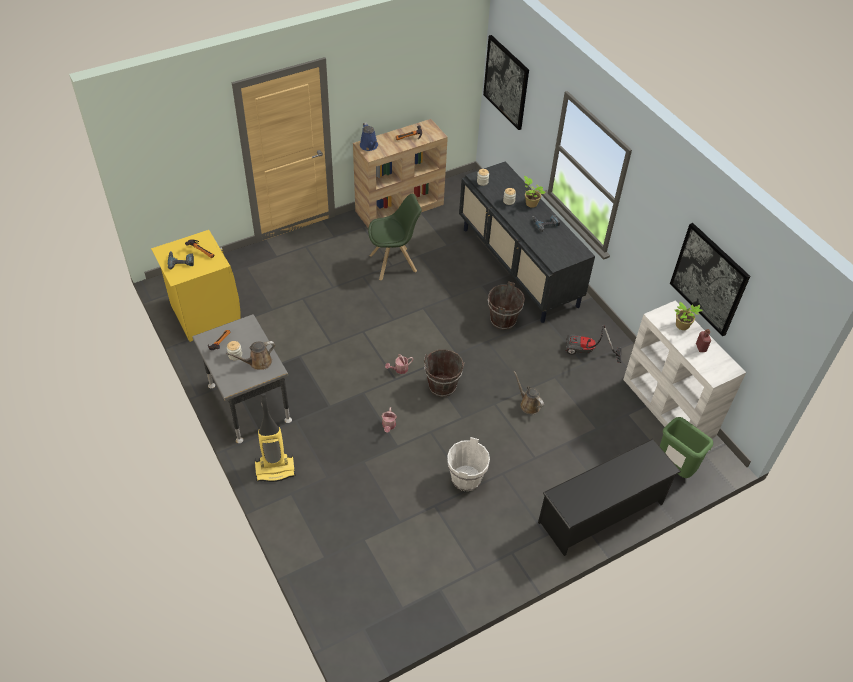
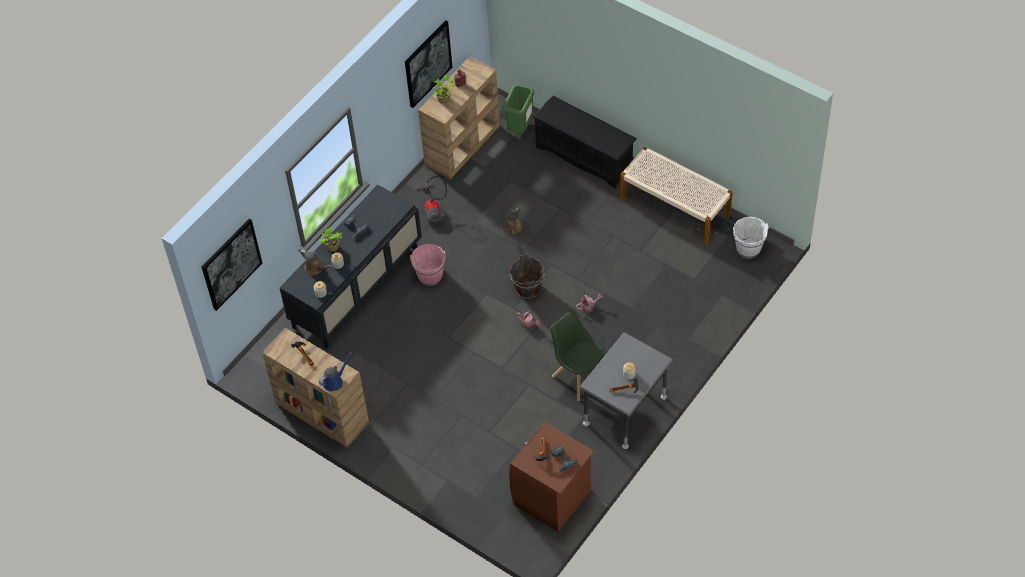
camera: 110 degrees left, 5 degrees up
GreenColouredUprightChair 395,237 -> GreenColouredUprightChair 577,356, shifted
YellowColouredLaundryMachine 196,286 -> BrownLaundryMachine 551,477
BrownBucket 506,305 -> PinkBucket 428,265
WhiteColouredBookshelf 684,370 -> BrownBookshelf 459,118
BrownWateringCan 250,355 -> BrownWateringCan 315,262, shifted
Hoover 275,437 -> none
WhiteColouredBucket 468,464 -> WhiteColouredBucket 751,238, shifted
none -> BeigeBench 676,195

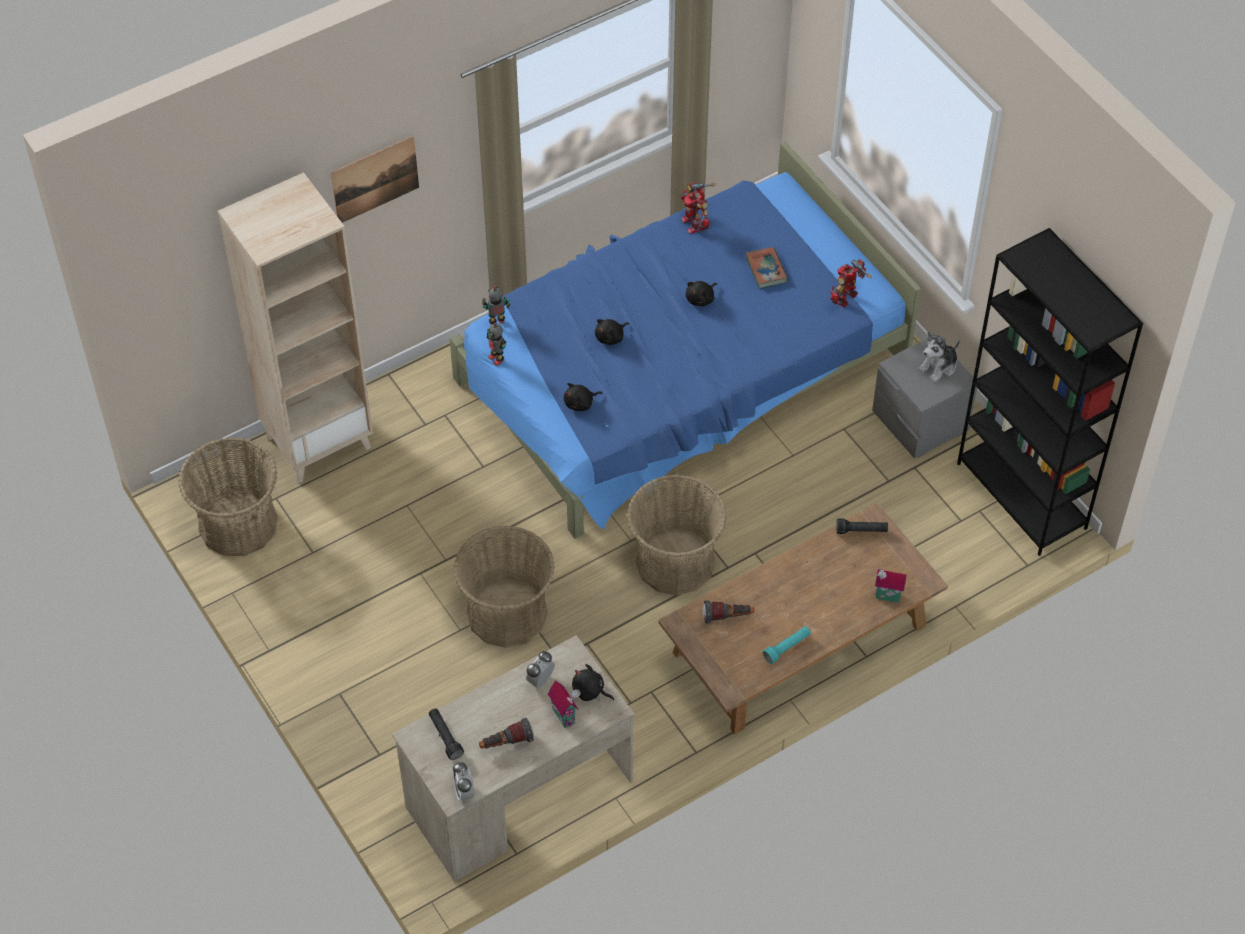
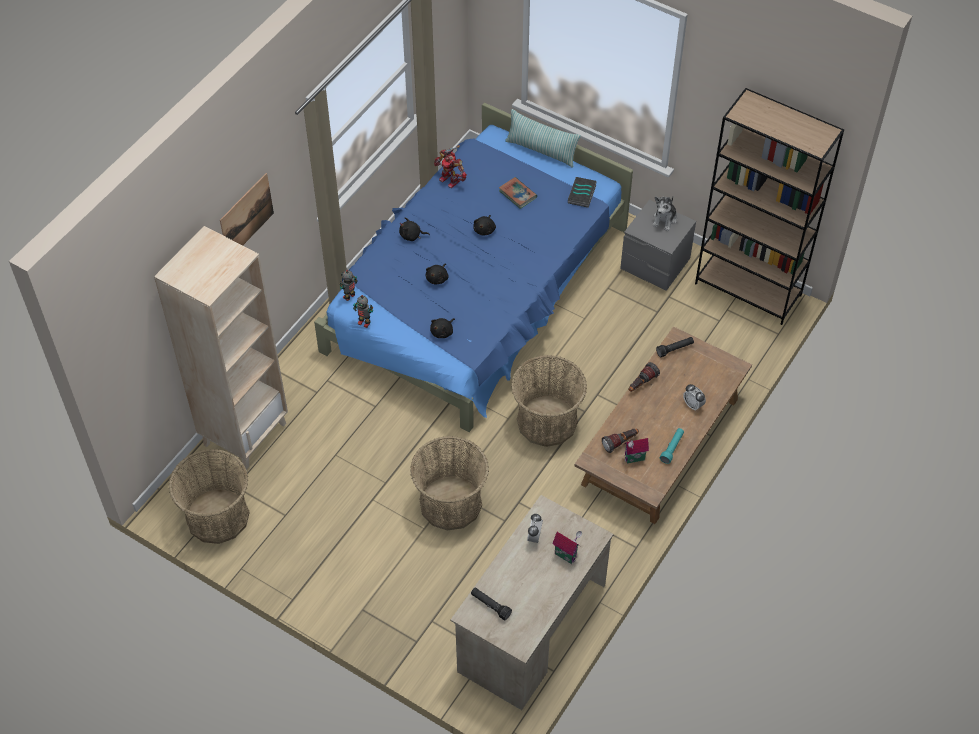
camera: 25 degrees left, 0 degrees up
BlackBookshelf 1050,392 -> BeigeBookshelf 769,206
ModelRobot 851,283 -> Book 582,192
ToyHouse 891,585 -> ToyHouse 636,450, shifted
BlackCuddlyToy 593,682 -> BlackCuddlyToy 414,229, shifted
Torch 506,733 -> Torch 644,377, shifted
TableClock 463,782 -> TableClock 694,397, shifted
none -> Pillow 543,138

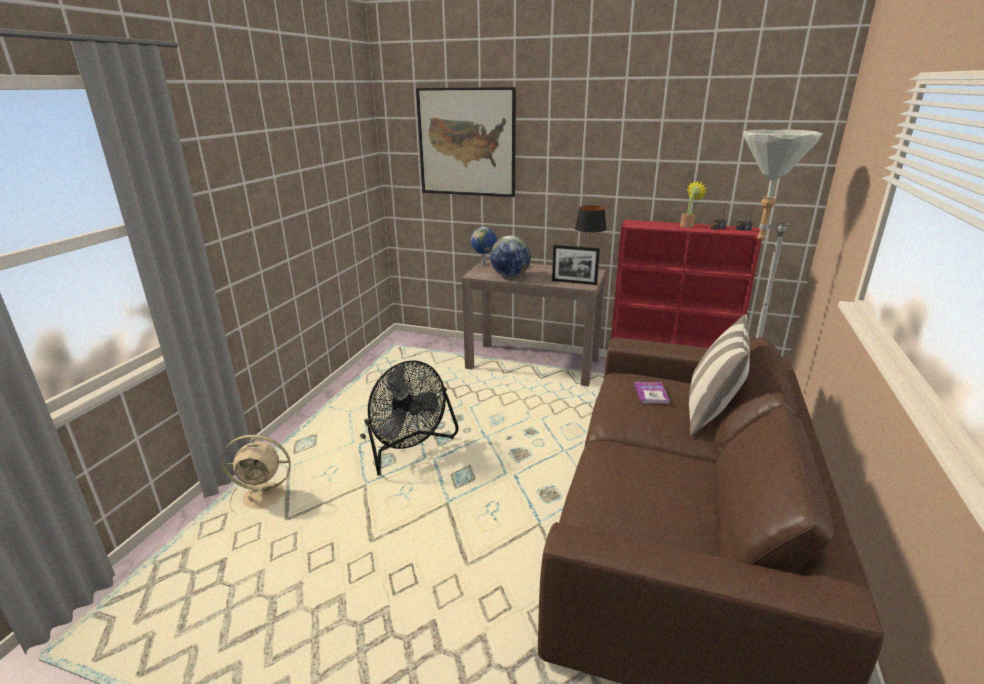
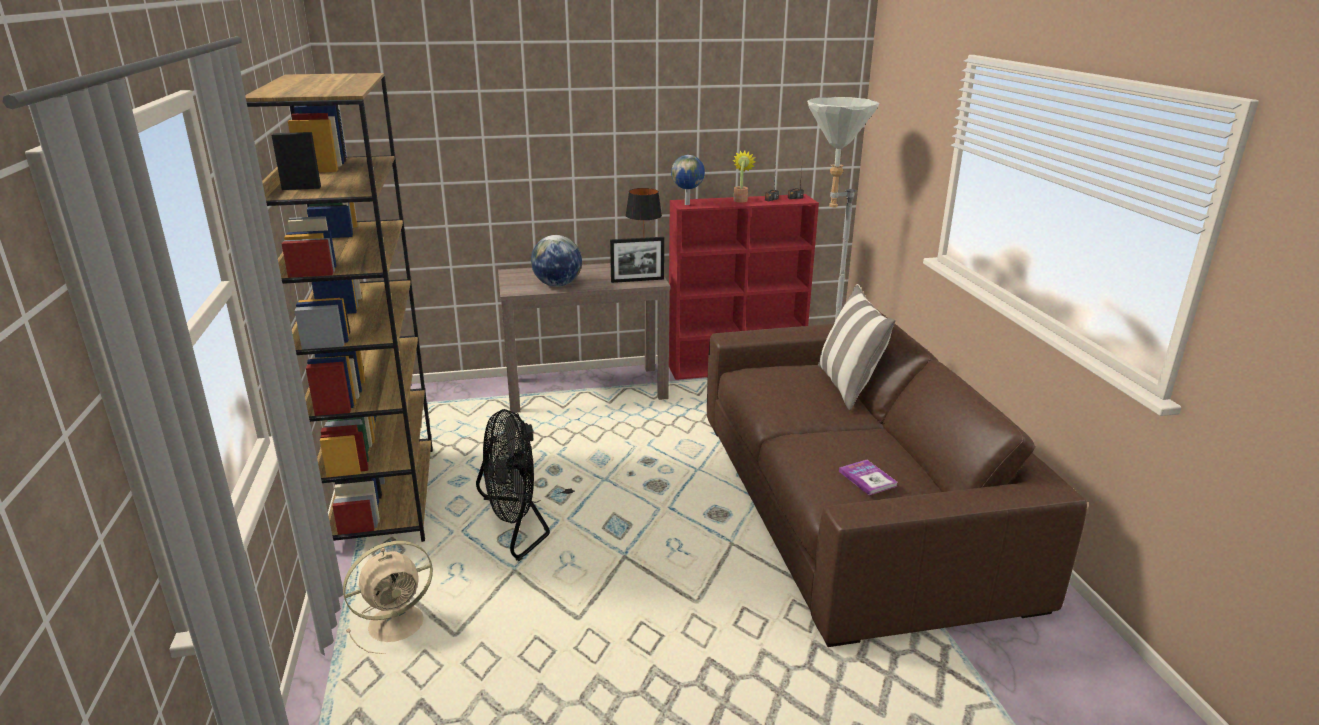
camera: 30 degrees left, 0 degrees up
Picture 466,142 -> none
WorldGlobe 484,246 -> WorldGlobe 688,180, shifted
BlackFan 409,418 -> BlackFan 525,485, 135 degrees clockwise
Book 652,393 -> Book 868,477, shifted
none -> BrownBookshelf 339,307

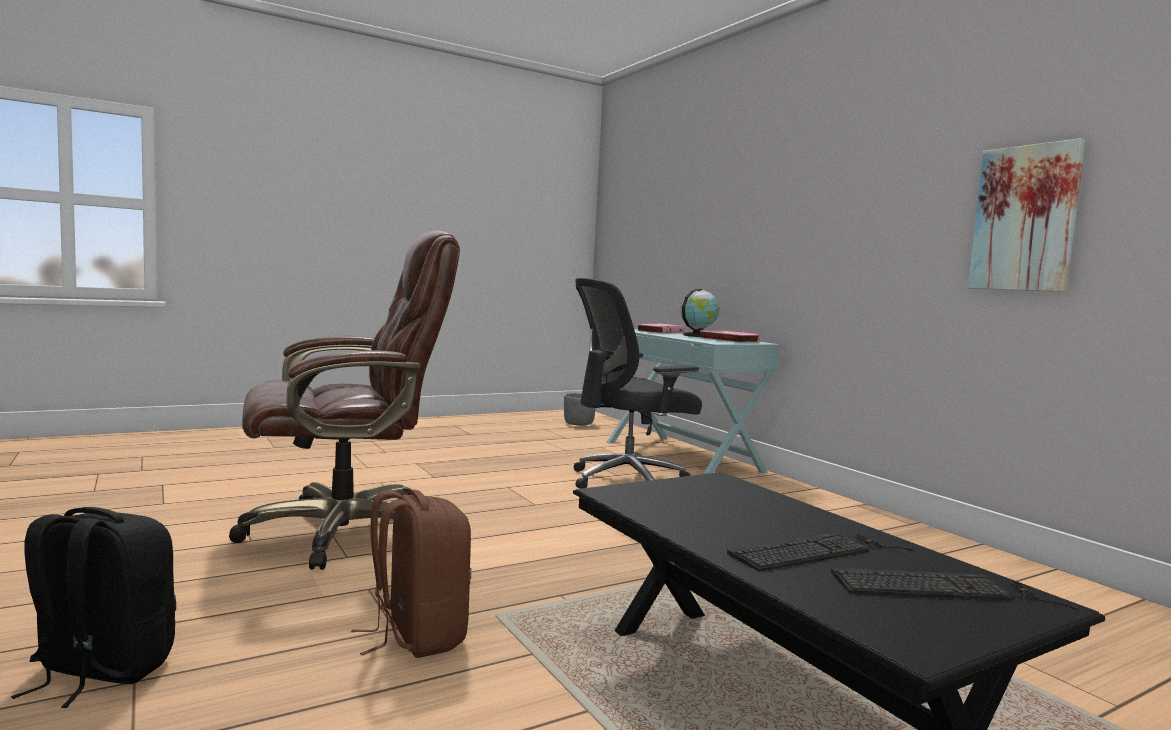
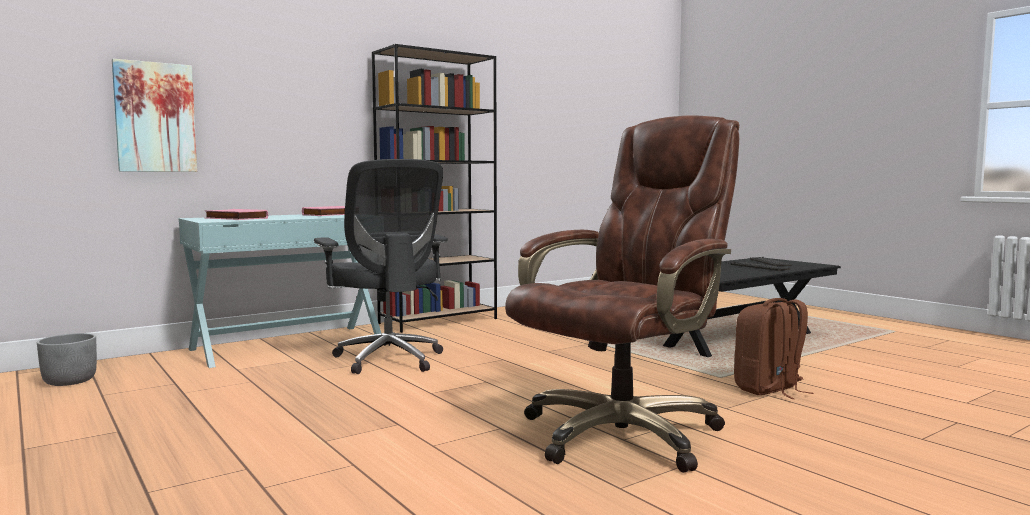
camera: 95 degrees left, 0 degrees up
Picture 1026,215 -> Picture 154,115, shifted
BrownDeskChair 344,400 -> BrownDeskChair 622,294, 75 degrees clockwise
WorldGlobe 699,313 -> none
BlackBackpack 93,607 -> none
none -> BeigeBookshelf 434,188

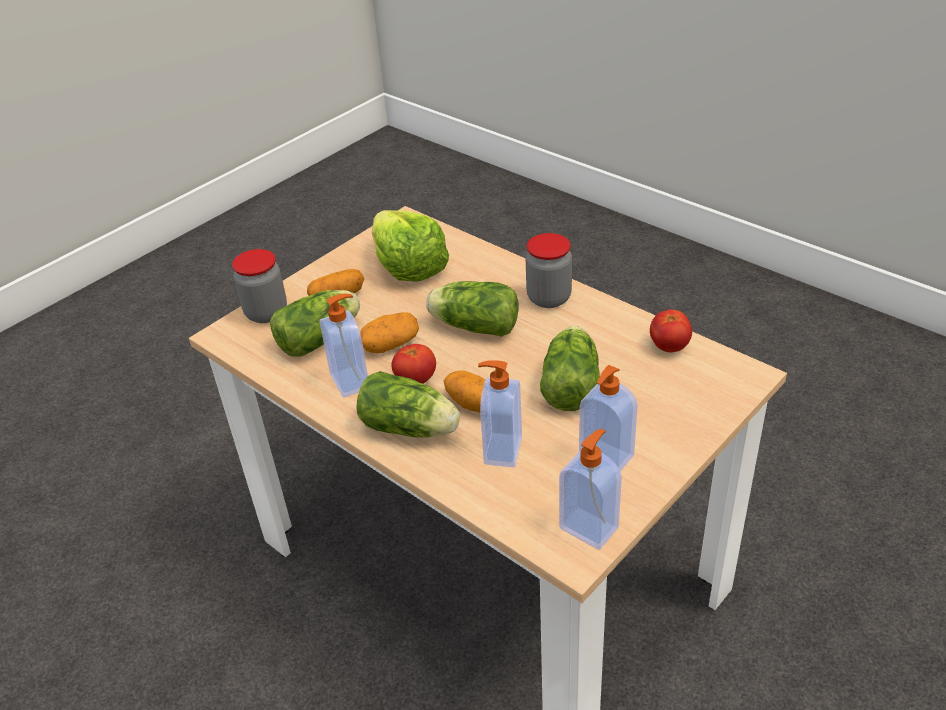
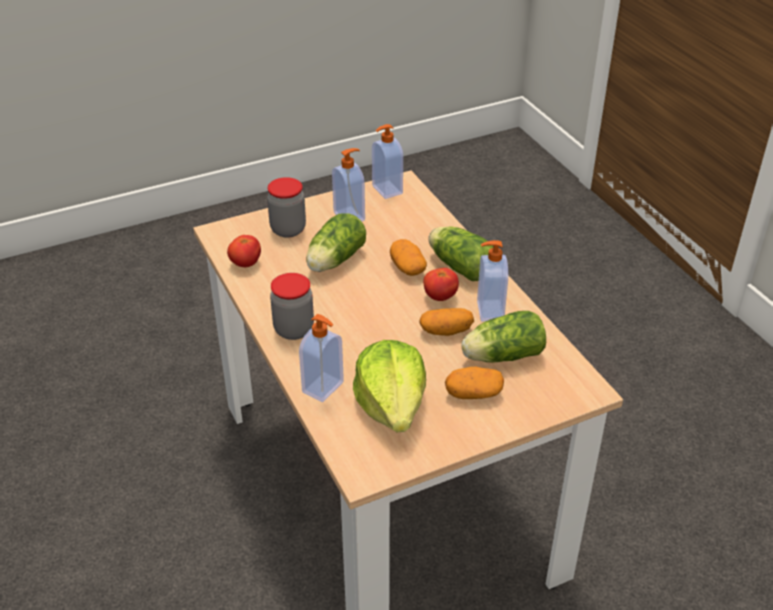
camera: 160 degrees left, 0 degrees up
Jar 259,286 -> Jar 286,207, shifted
Lettuce 472,309 -> none
SoapDispenser 500,413 -> SoapDispenser 321,358, shifted

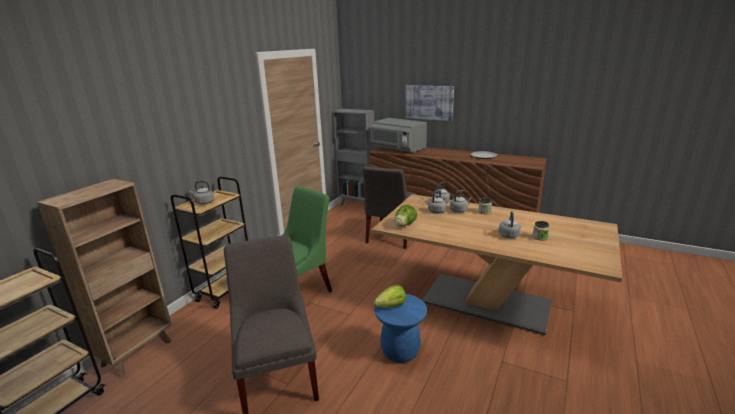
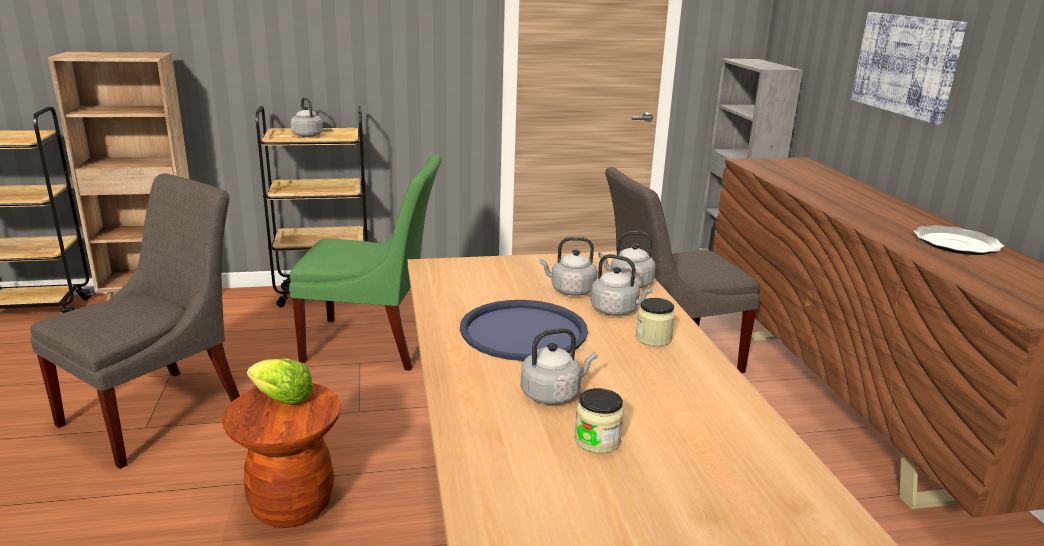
camera: 50 degrees right, 0 degrees up
GreyishMicrowaveOven 398,135 -> none
Lettuce 405,215 -> none
BluishSittingStool 400,328 -> BrownSittingStool 281,455
none -> BluishServingTray 524,330

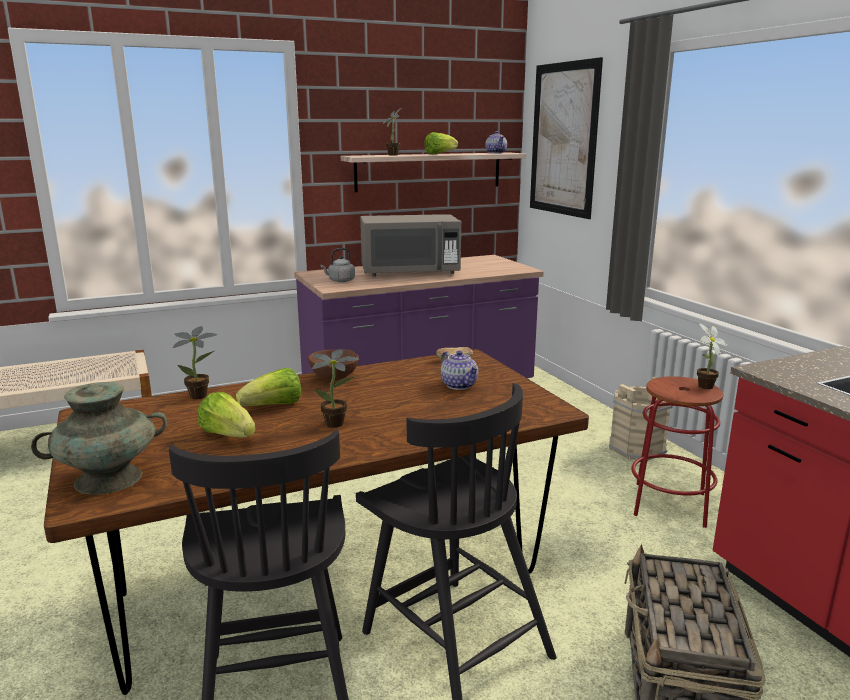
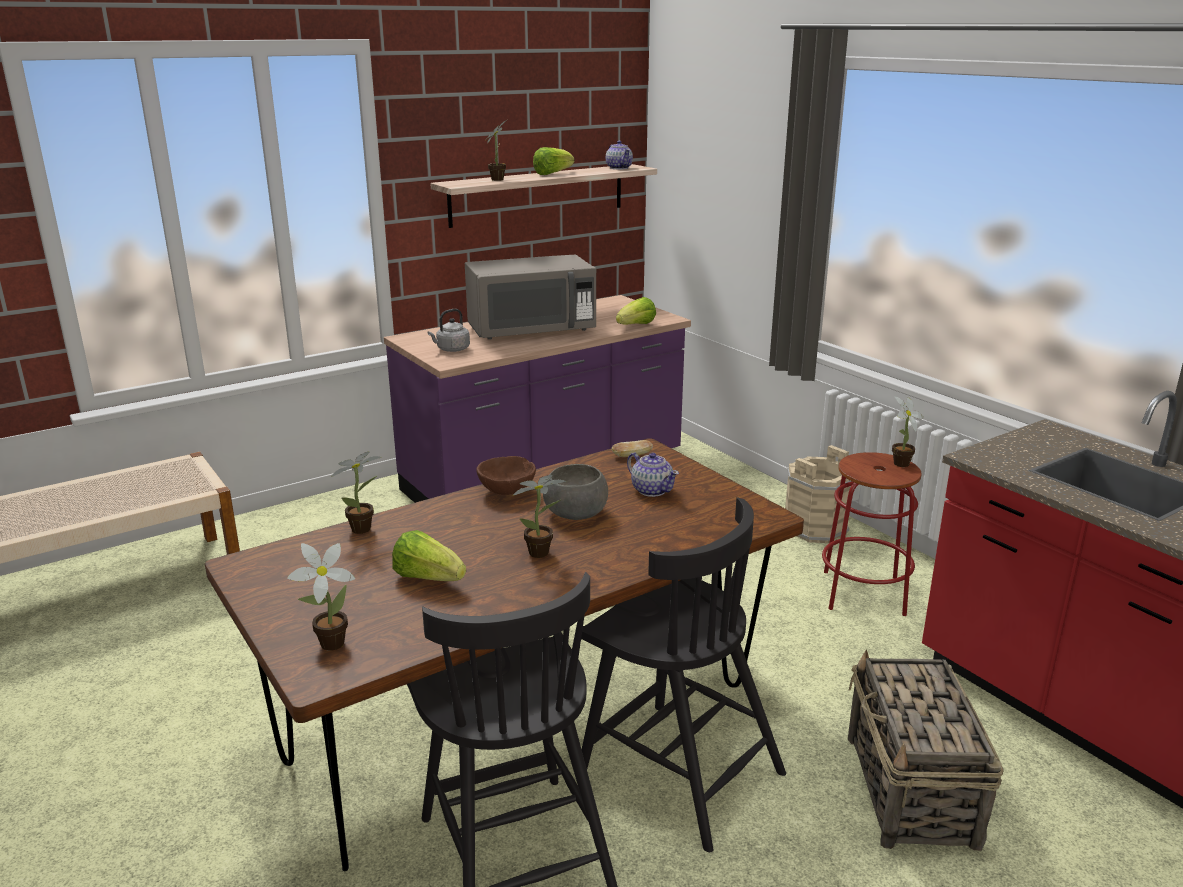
camera: 10 degrees left, 5 degrees up
Picture 566,138 -> none
Lettuce 268,387 -> Lettuce 636,310, shifted
TurquoiseVase 99,438 -> PottedPlant 321,597
none -> GreyishServingBowl 575,492

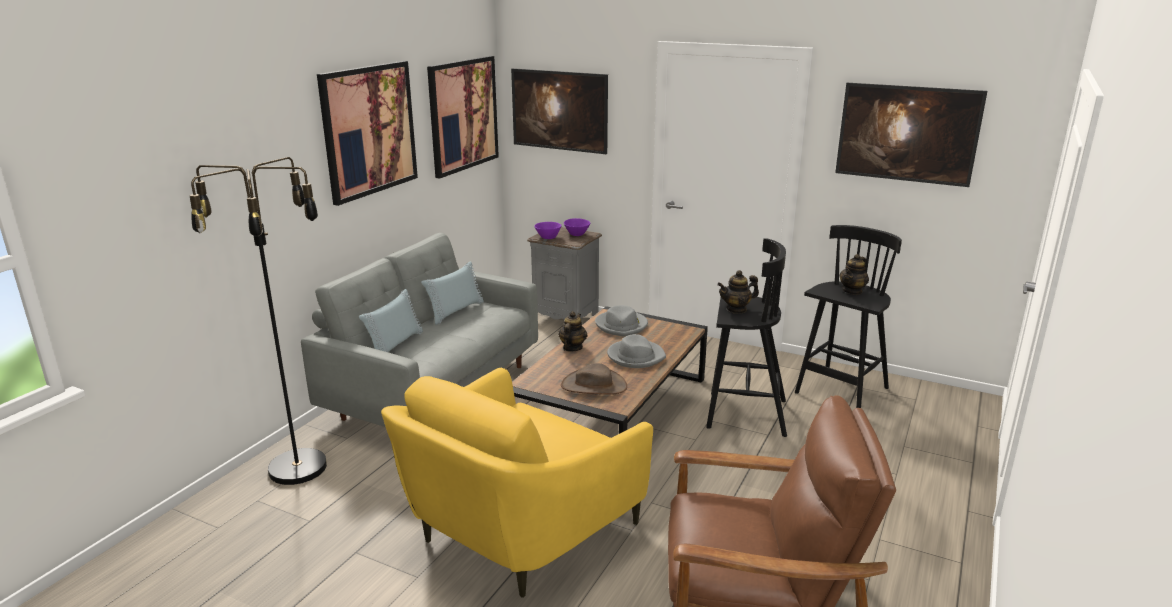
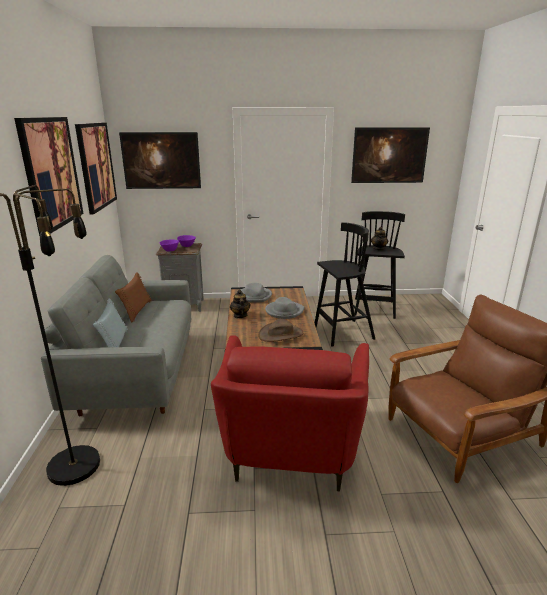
camera: 30 degrees left, 0 degrees up
BluishPillow 452,293 -> BrownPillow 133,297
Teapot 738,292 -> none
YellowColouredEasyChair 517,483 -> RedColouredEasyChair 290,413

